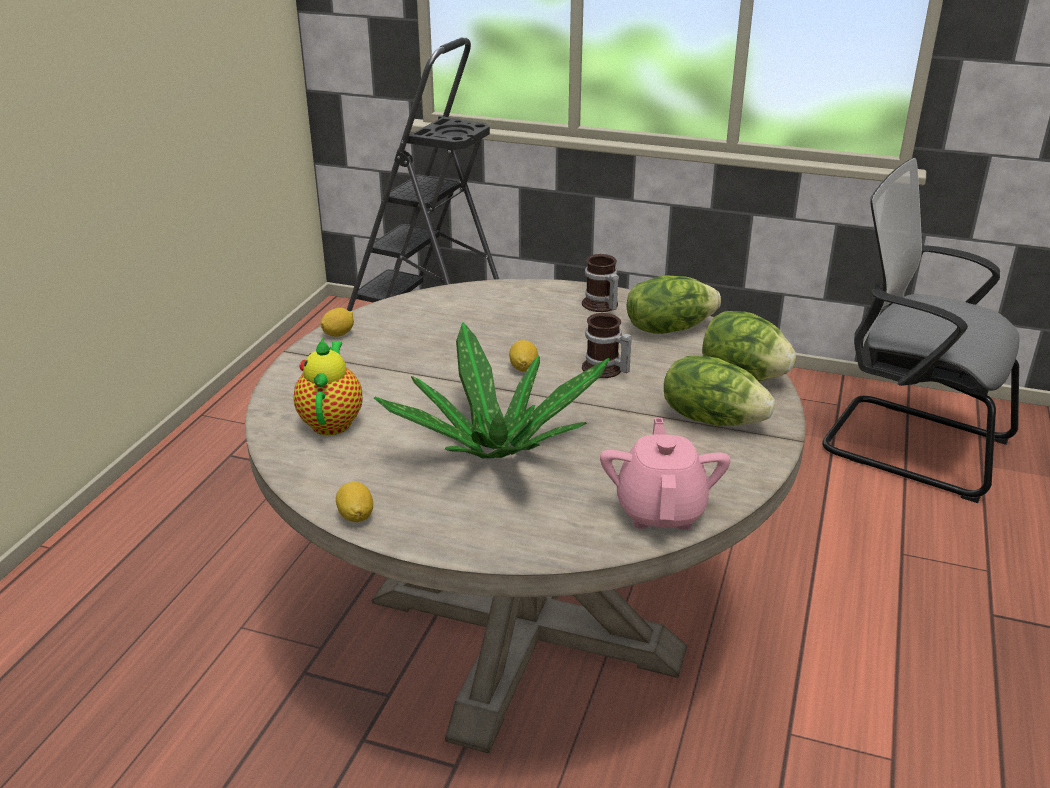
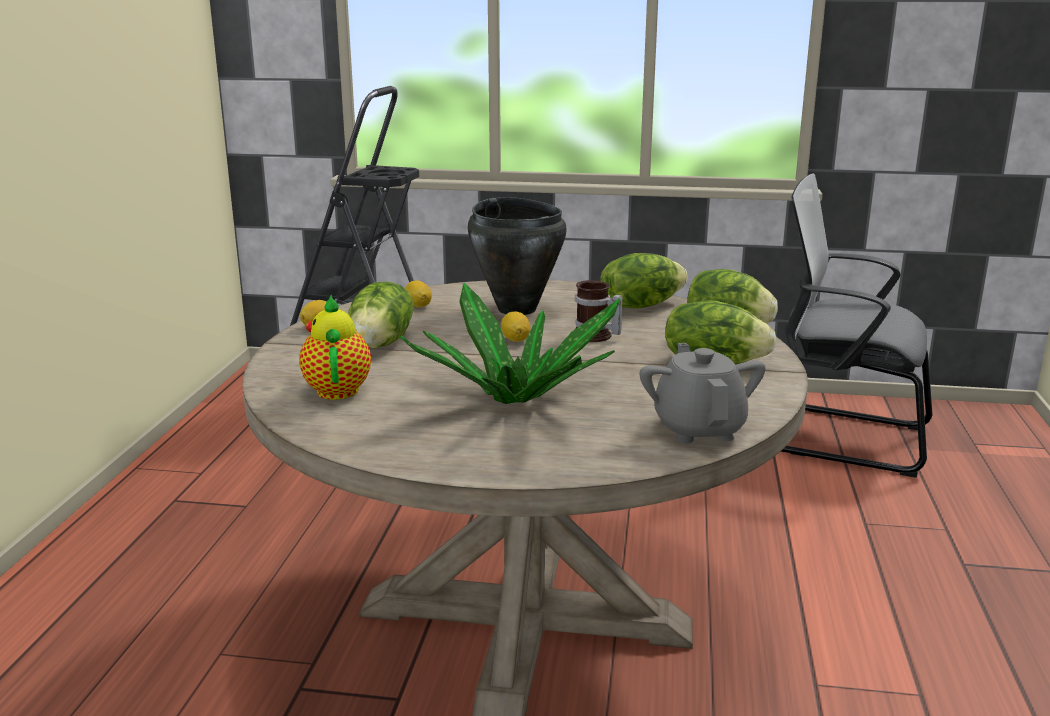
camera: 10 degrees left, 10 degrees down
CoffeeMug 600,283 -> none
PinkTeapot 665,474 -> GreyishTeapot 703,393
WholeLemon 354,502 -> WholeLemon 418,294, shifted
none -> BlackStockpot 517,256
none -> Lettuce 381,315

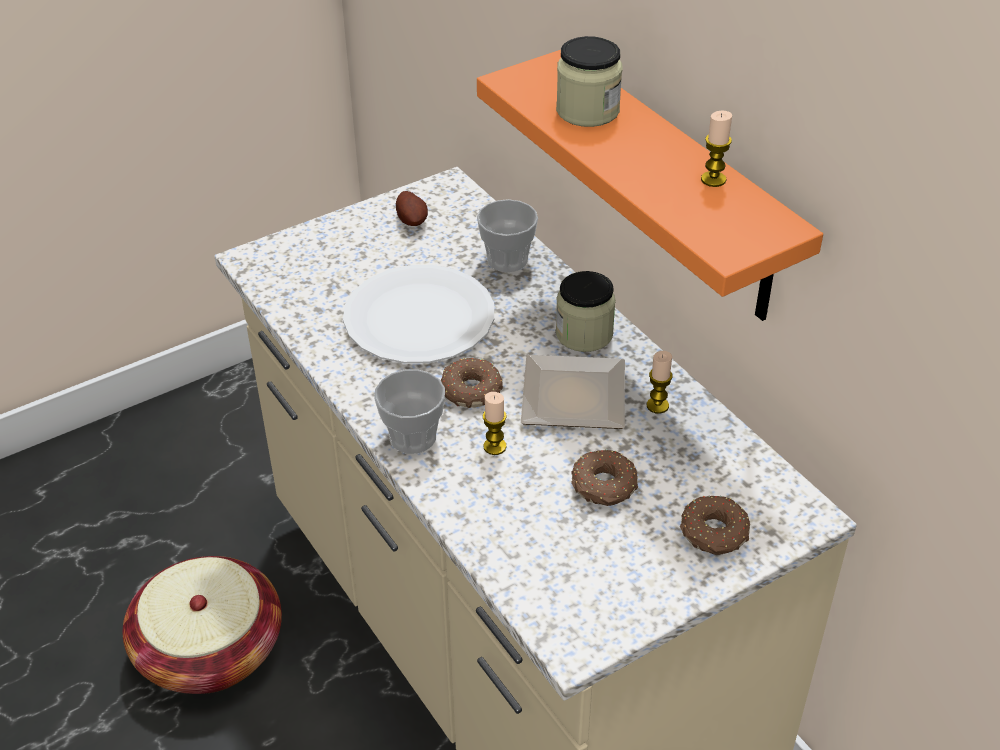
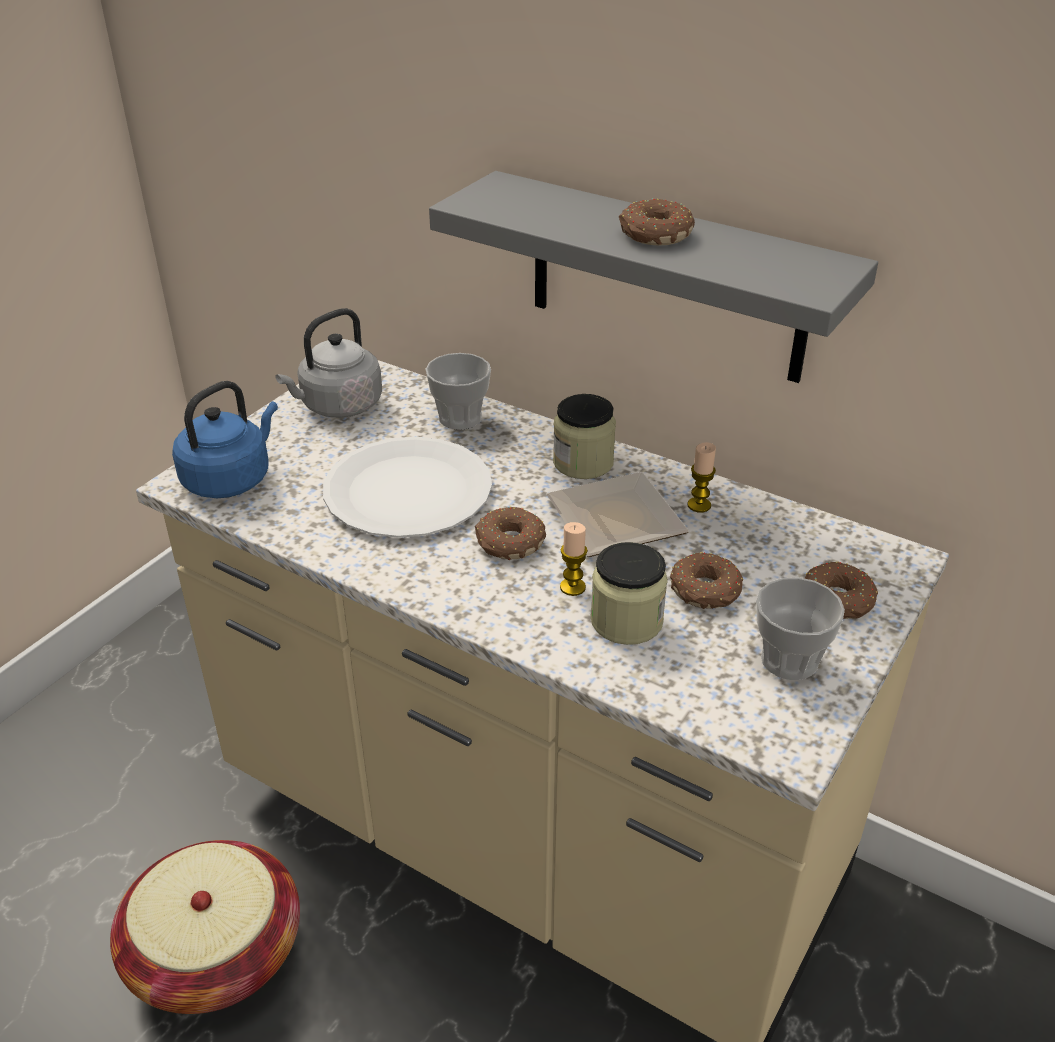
camera: 25 degrees left, 5 degrees down
Jar 589,81 -> Jar 629,593, shifted
OrangeShelf 650,185 -> GreyishShelf 653,277
WaxLight 716,149 -> none
WholePotato 412,208 -> GreyishKettle 328,363
SmallCup 409,411 -> SmallCup 800,628, shifted
none -> Doughnut 657,222
none -> BluishKettle 225,439

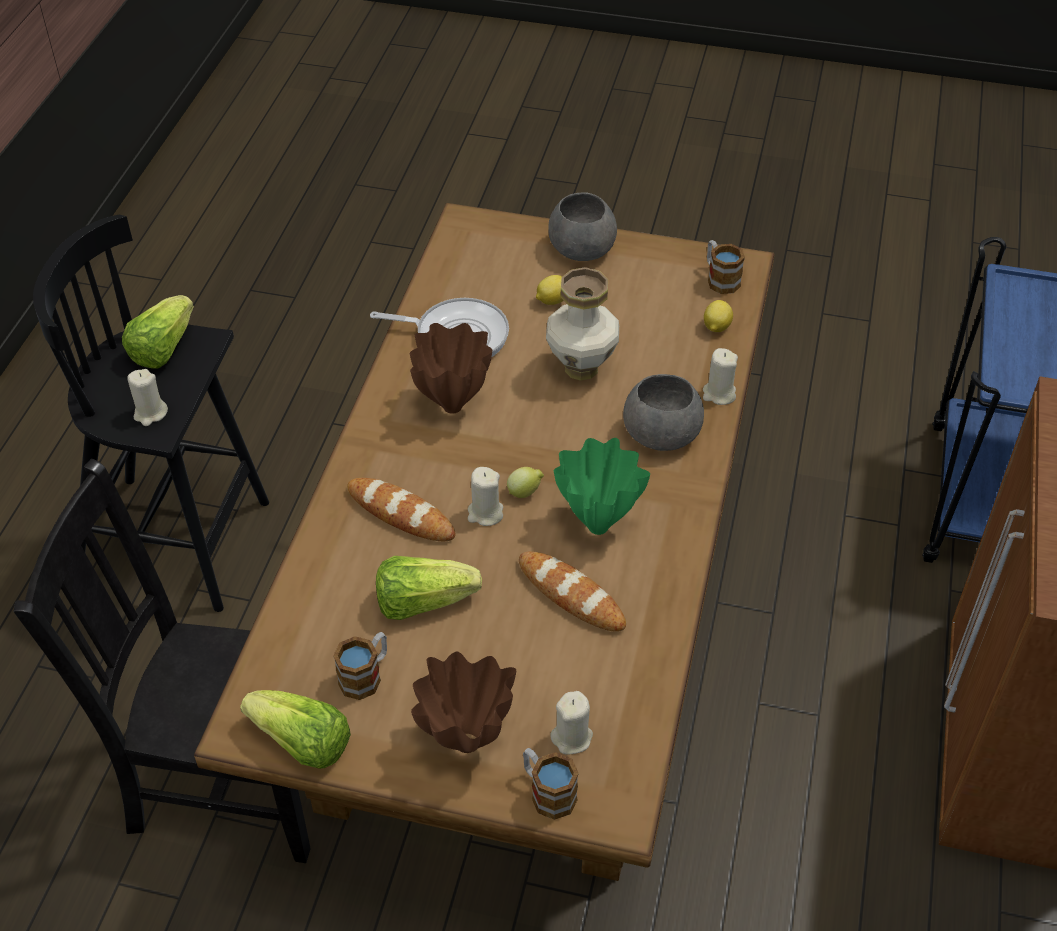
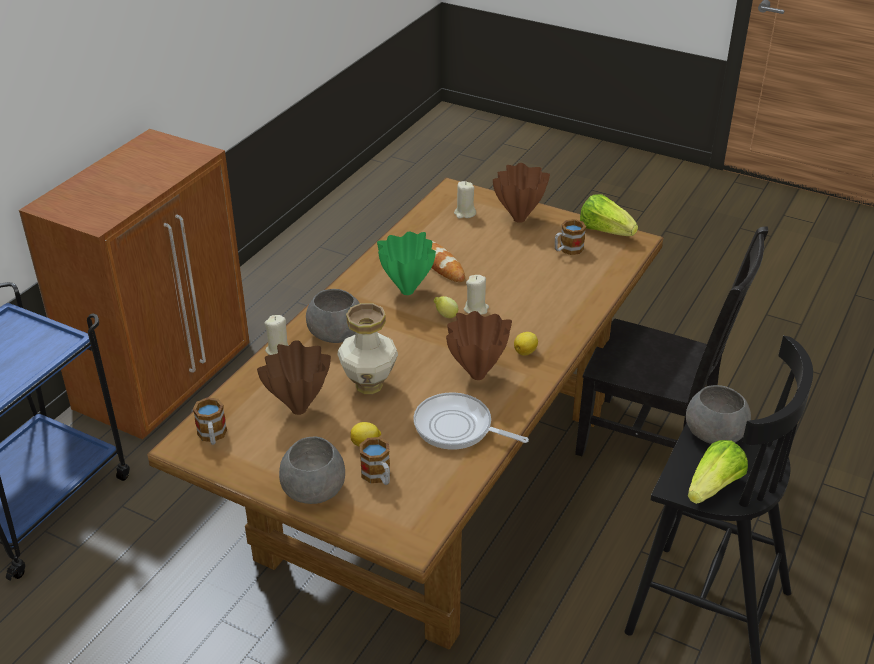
camera: 165 degrees left, 10 degrees down
WholeLemon 718,316 -> WholeLemon 526,344, shifted
BeigeWaxLight 147,397 -> GreyishServingBowl 718,414
BakeryBread 401,509 -> none
Lettuce 429,588 -> none
CoffeeMug 551,784 -> CoffeeMug 374,461, shifted
none -> BrownVase 294,377

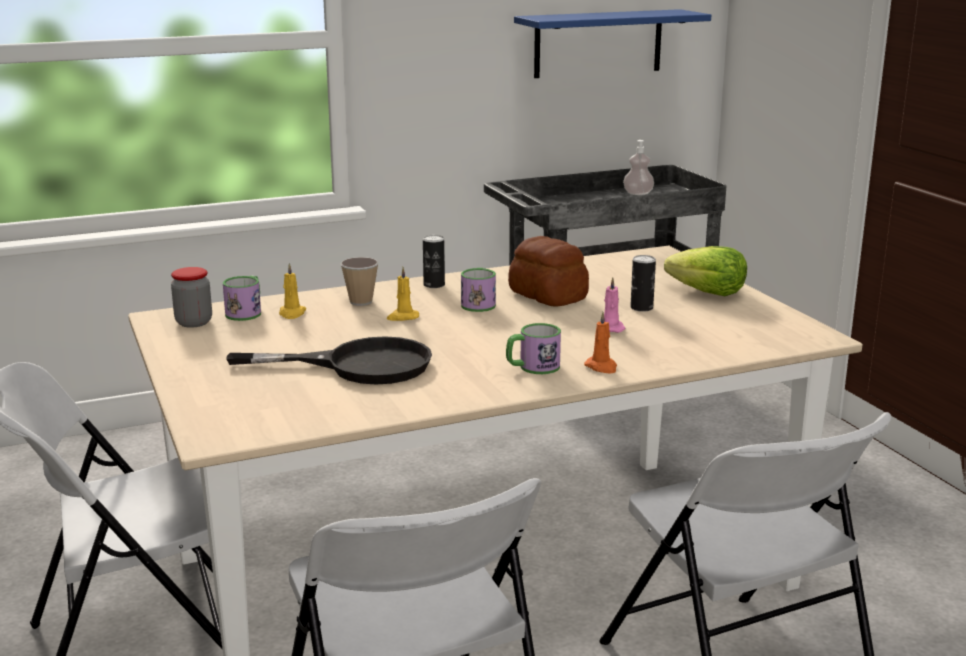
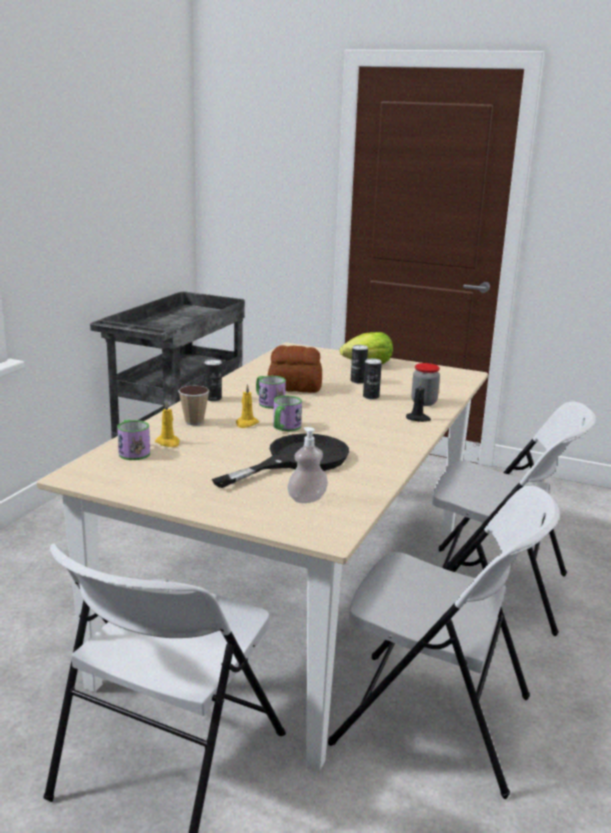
camera: 45 degrees left, 0 degrees up
BluishShelf 612,43 -> none
SoapDispenser 638,167 -> SoapDispenser 307,465, shifted
Jar 191,297 -> Jar 425,384, shifted
PinkWaxLight 612,305 -> MetalCan 372,378
OrangeWaxLight 600,342 -> BlackWaxLight 418,401
CoffeeMug 533,348 -> CoffeeMug 287,413, shifted

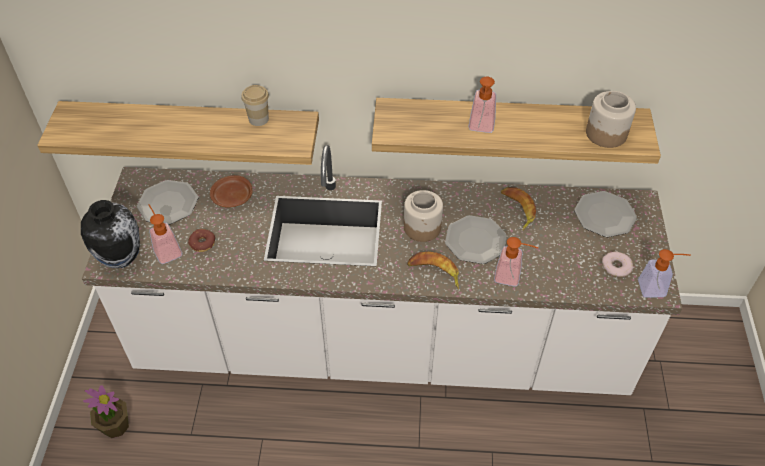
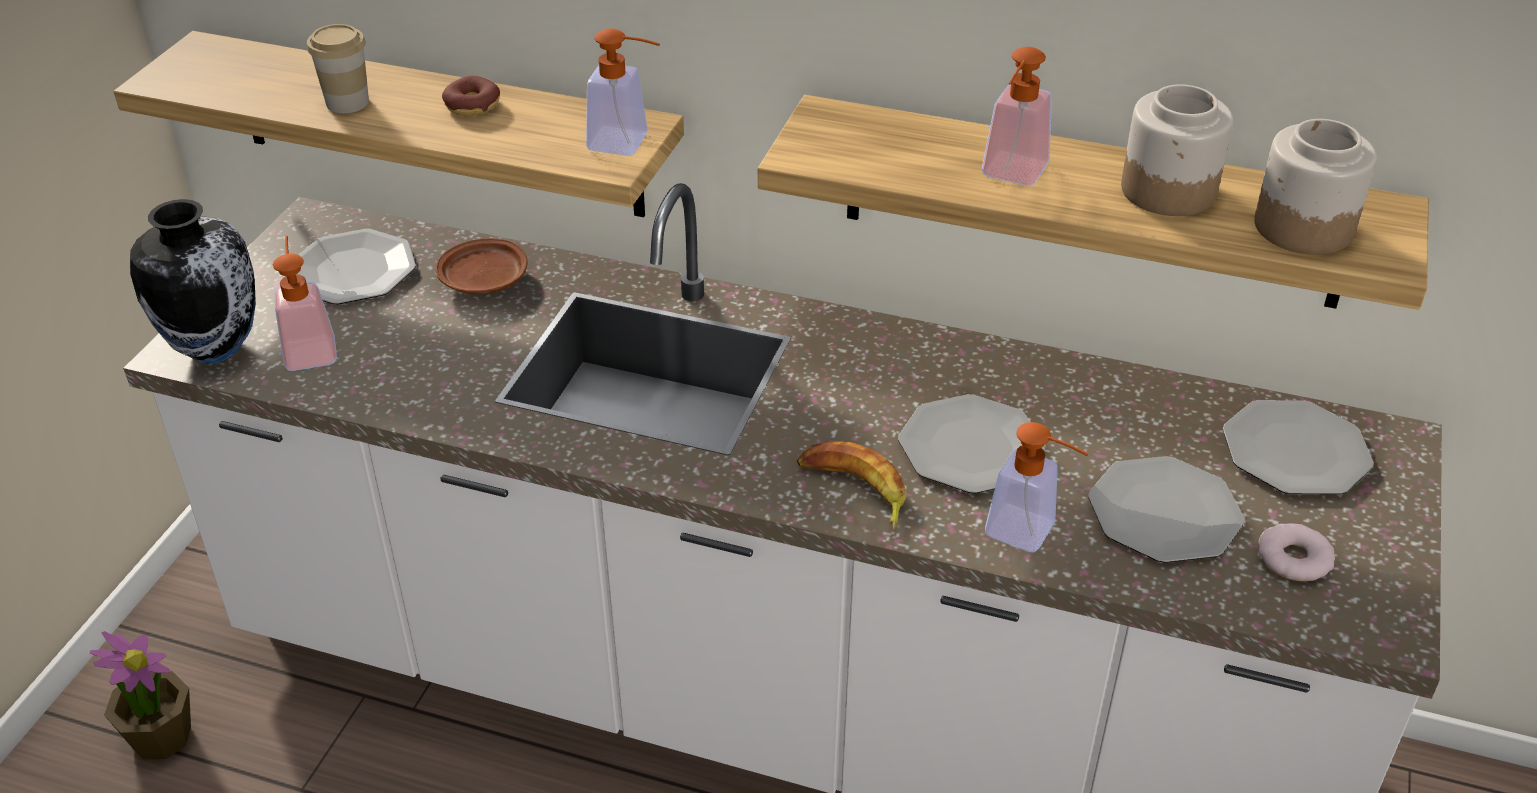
camera: 15 degrees right, 10 degrees down
SmallCup 255,105 -> SmallCup 338,68, shifted
Banana 518,209 -> none
Jar 423,216 -> Jar 1177,150, shifted
Doughnut 201,240 -> Doughnut 471,96, shifted
SoapDispenser 664,273 -> SoapDispenser 623,92, shifted
none -> FlatDish 1166,509

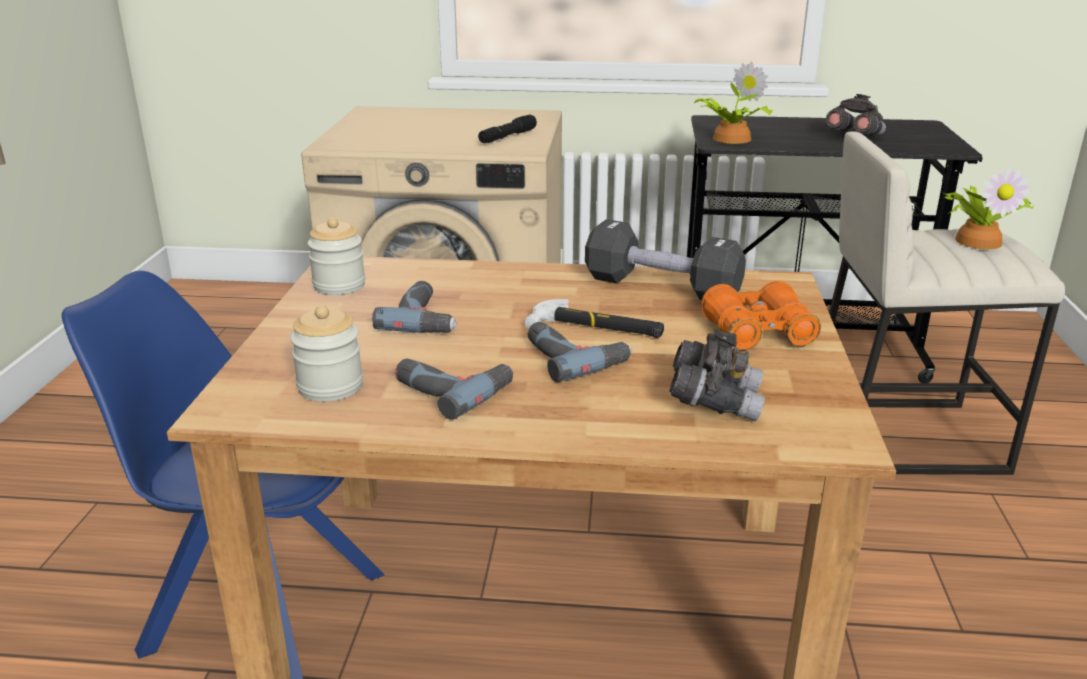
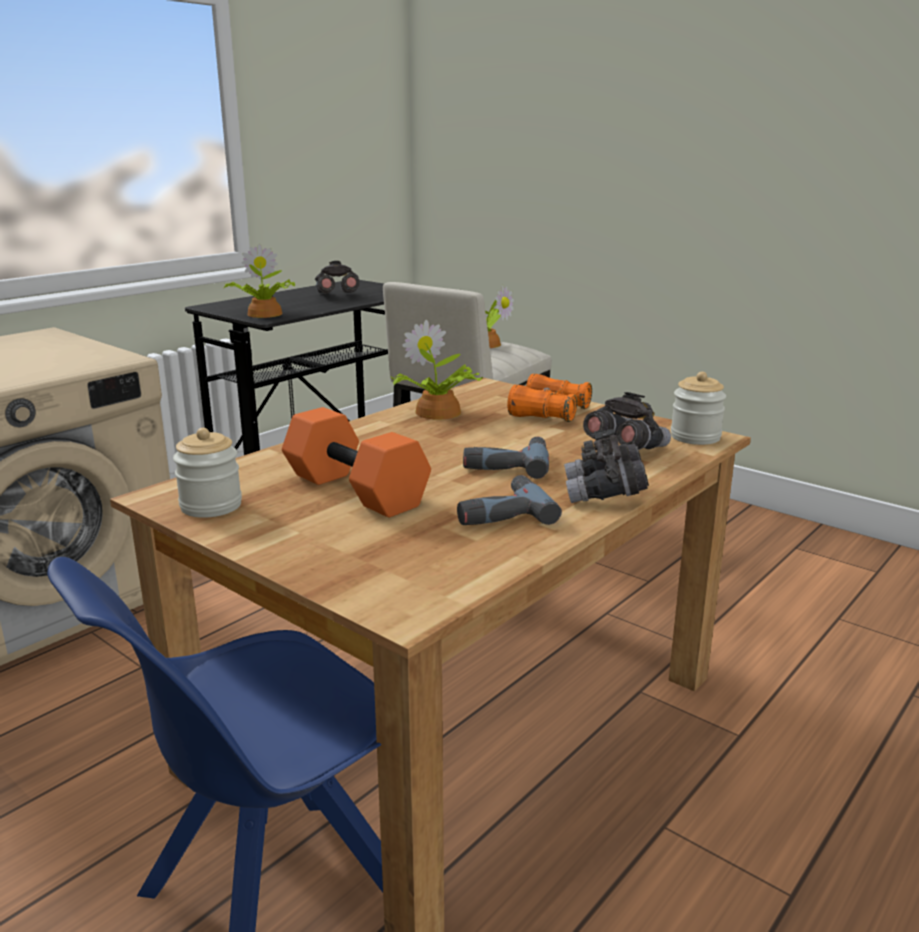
camera: 55 degrees left, 5 degrees down
BlackTorch 507,128 -> none
BlackHandWeight 665,259 -> PottedPlant 436,370
Drill 414,307 -> OrangeHandWeight 356,462
HandHammer 594,318 -> none
Jar 326,353 -> Jar 698,408, shifted
none -> GreyishPairOfBinoculars 606,466

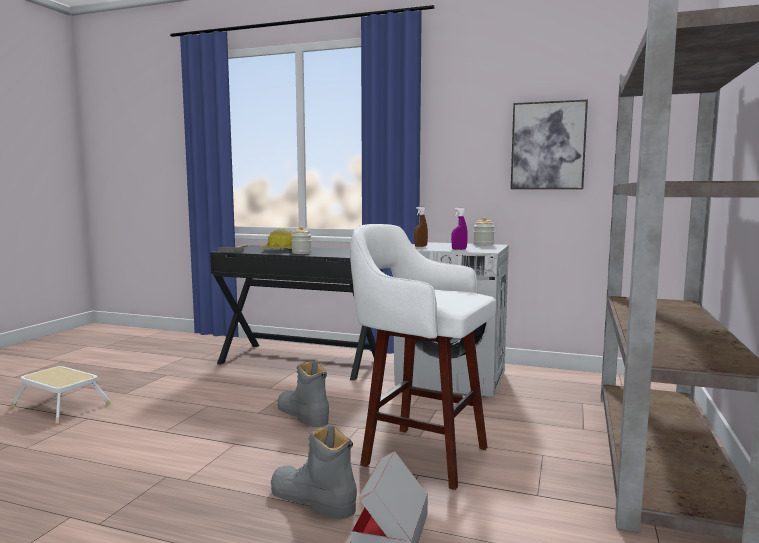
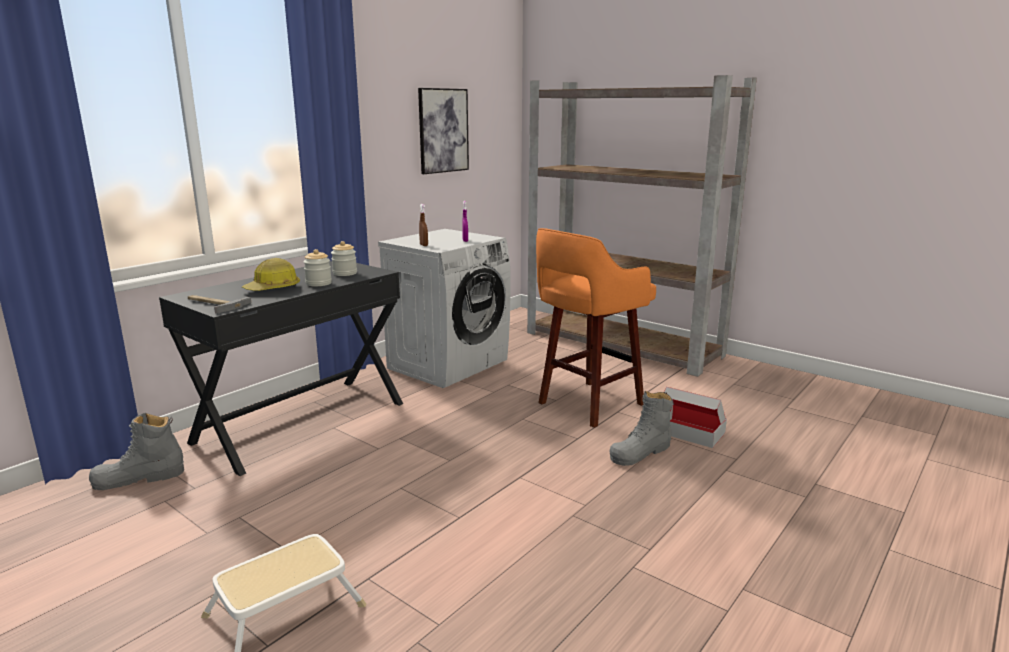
camera: 70 degrees left, 10 degrees up
Jar 484,231 -> Jar 344,258, shifted
WhiteColouredSittingStool 423,357 -> OrangeSittingStool 596,328
GreyishBoot 303,394 -> GreyishBoot 136,451, shifted

